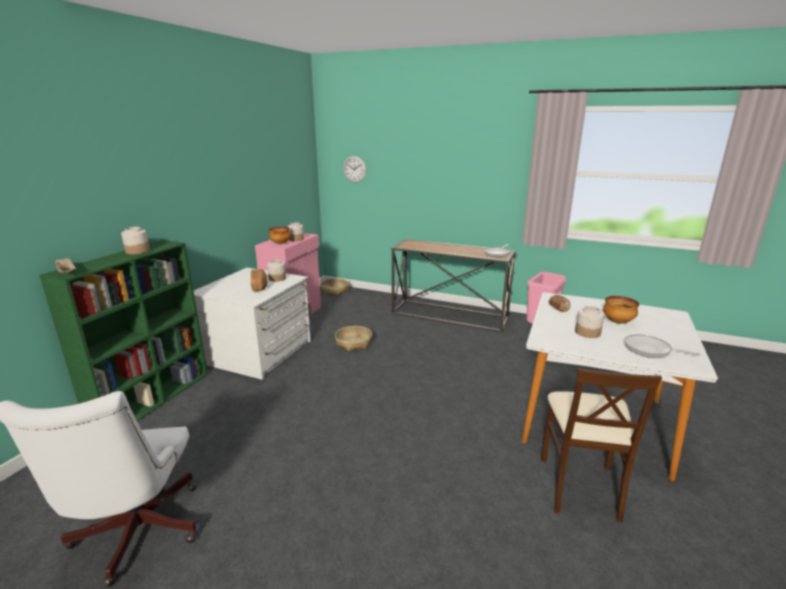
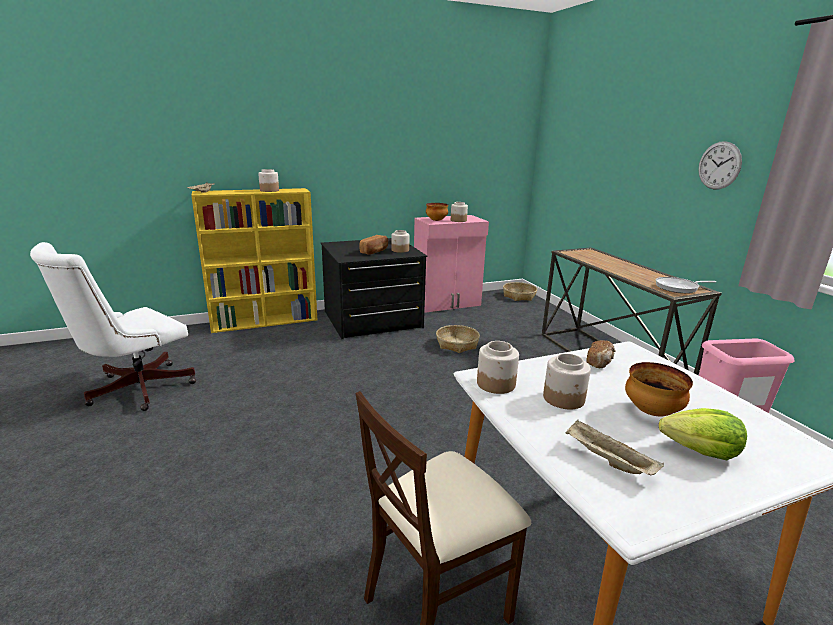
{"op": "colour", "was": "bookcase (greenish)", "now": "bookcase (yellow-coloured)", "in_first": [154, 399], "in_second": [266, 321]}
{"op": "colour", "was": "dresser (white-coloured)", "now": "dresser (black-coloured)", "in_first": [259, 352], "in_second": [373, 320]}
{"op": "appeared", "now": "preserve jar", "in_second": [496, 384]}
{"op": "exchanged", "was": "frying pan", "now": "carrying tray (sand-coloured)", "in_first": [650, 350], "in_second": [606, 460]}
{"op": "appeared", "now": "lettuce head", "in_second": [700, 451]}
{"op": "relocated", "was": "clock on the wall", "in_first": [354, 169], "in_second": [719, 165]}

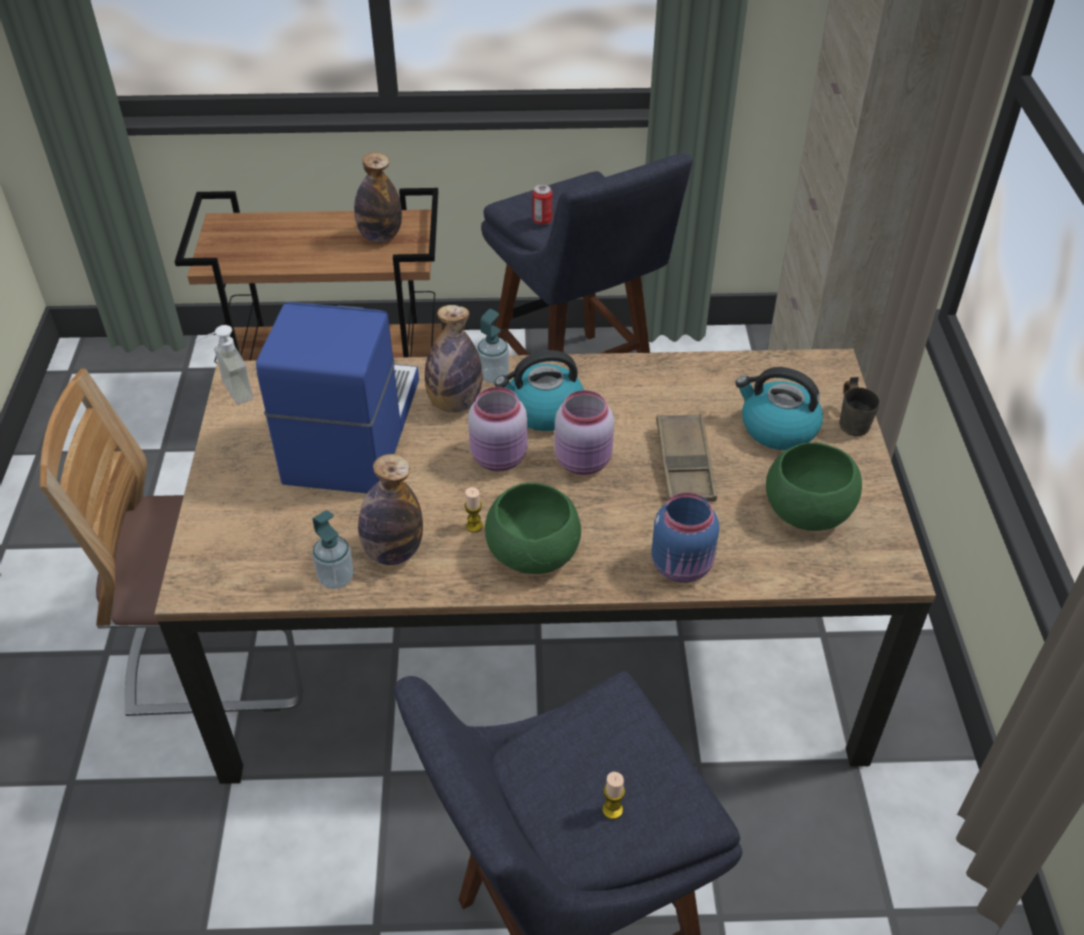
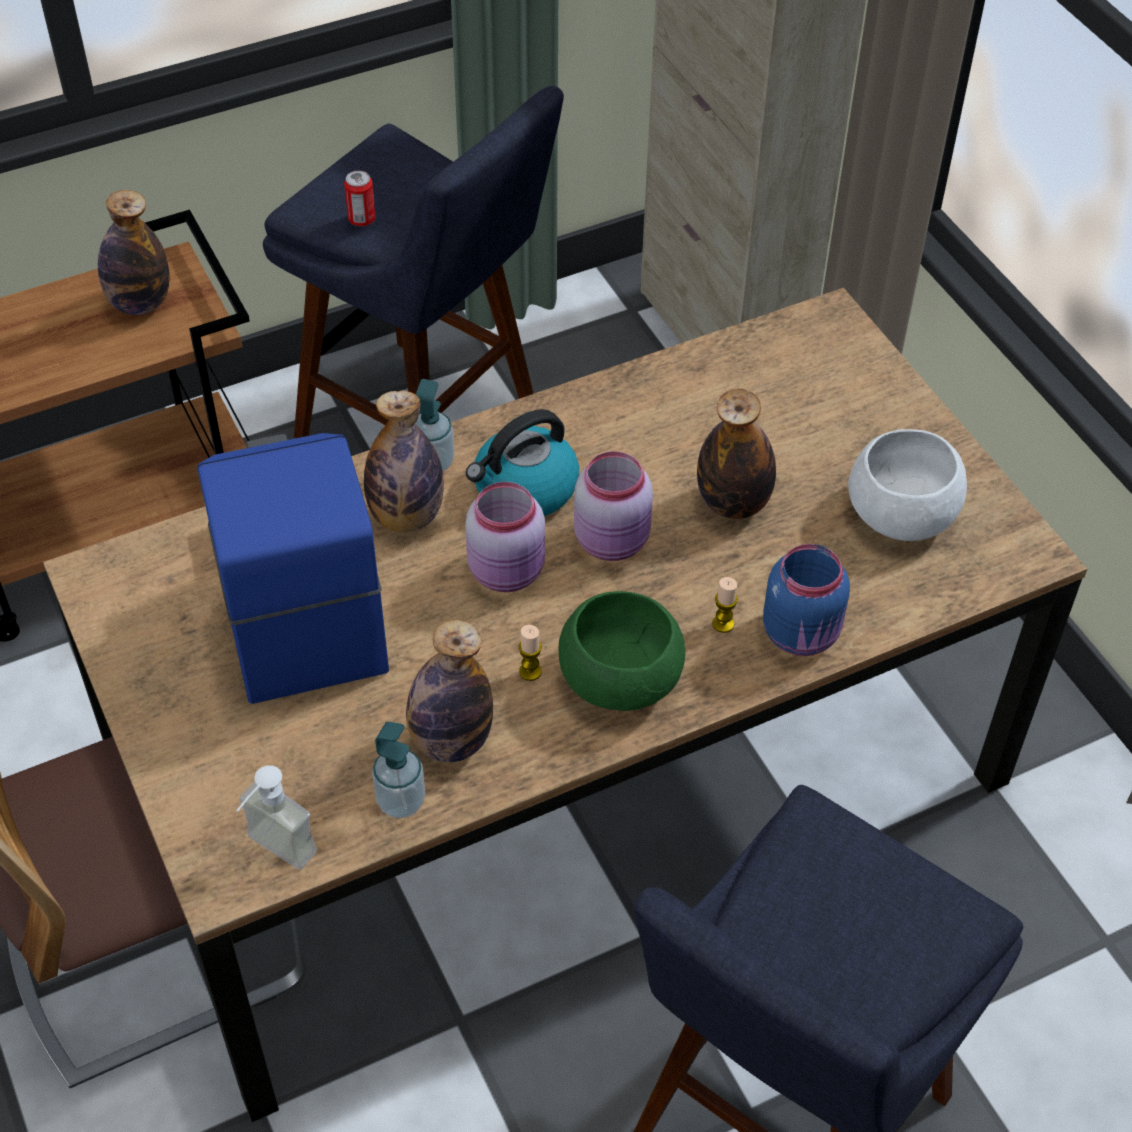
{"op": "relocated", "was": "soap dispenser", "in_first": [229, 393], "in_second": [272, 854]}
{"op": "exchanged", "was": "carrying tray (brownish)", "now": "drink bottle", "in_first": [684, 464], "in_second": [733, 503]}
{"op": "relocated", "was": "wax light", "in_first": [612, 810], "in_second": [723, 624]}
{"op": "colour", "was": "deep dish (greenish)", "now": "deep dish (white-coloured)", "in_first": [807, 508], "in_second": [900, 512]}
{"op": "missing", "was": "kettle", "in_first": [777, 428]}
{"op": "missing", "was": "coffee mug (grey)", "in_first": [855, 422]}

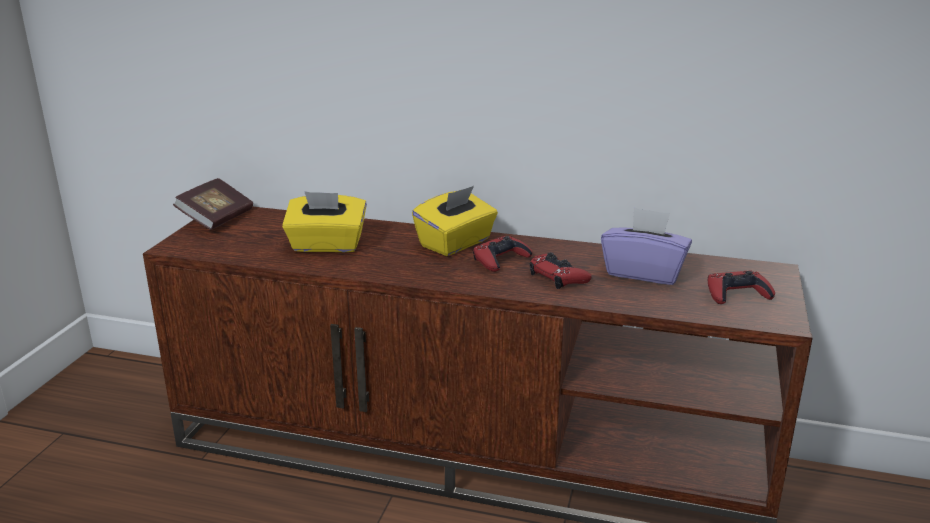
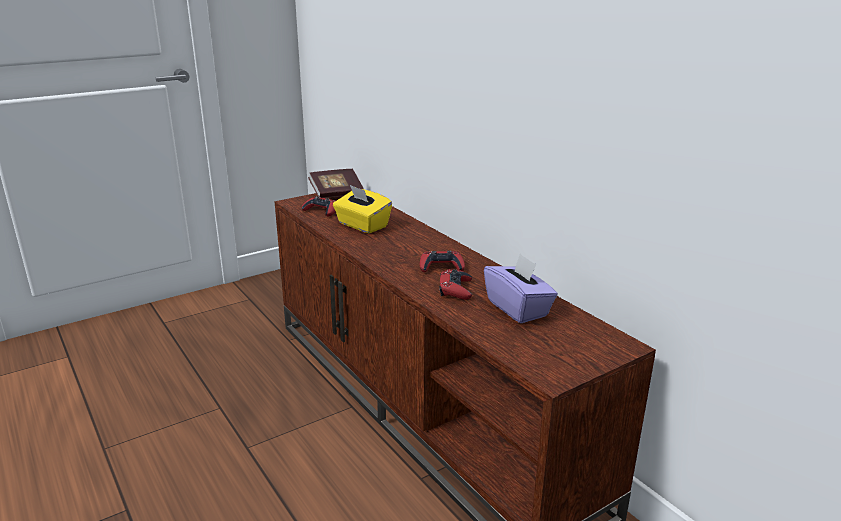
{"op": "relocated", "was": "joypad (red)", "in_first": [737, 294], "in_second": [322, 210]}
{"op": "missing", "was": "tissue holder (yellow-coloured)", "in_first": [456, 243]}

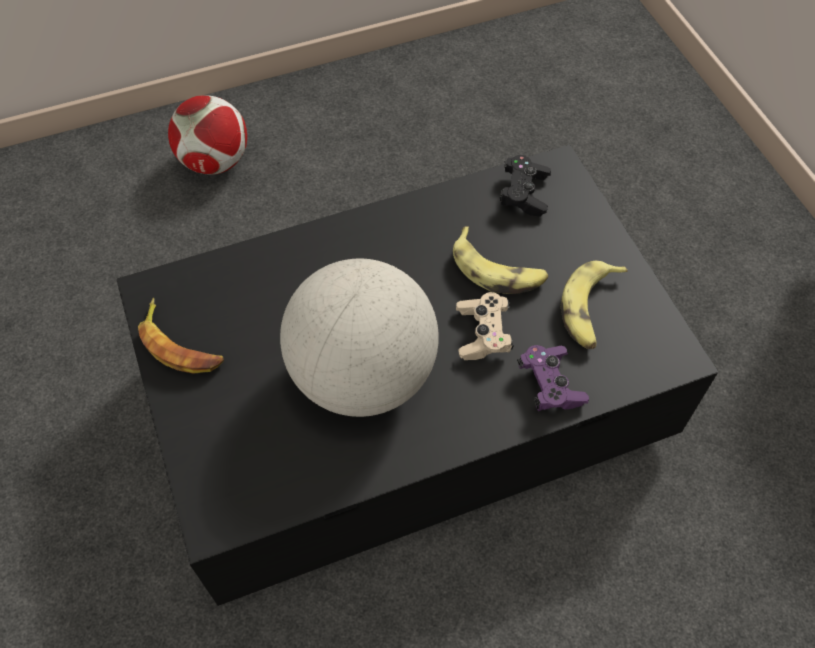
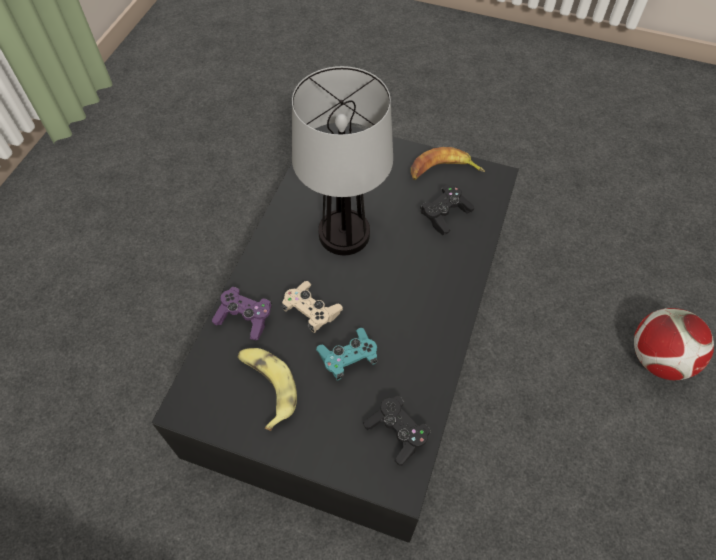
{"op": "exchanged", "was": "globe", "now": "tabletop lamp", "in_first": [363, 375], "in_second": [345, 235]}
{"op": "exchanged", "was": "whole banana", "now": "joypad (turquoise)", "in_first": [498, 270], "in_second": [348, 358]}
{"op": "appeared", "now": "joypad (black-coloured)", "in_second": [445, 215]}

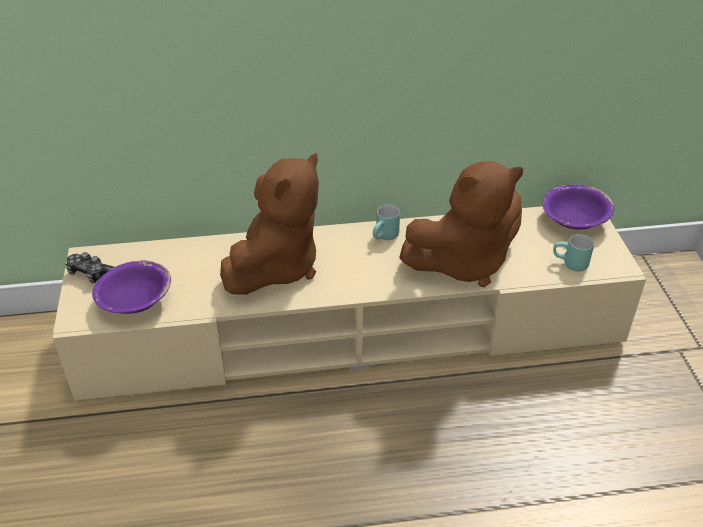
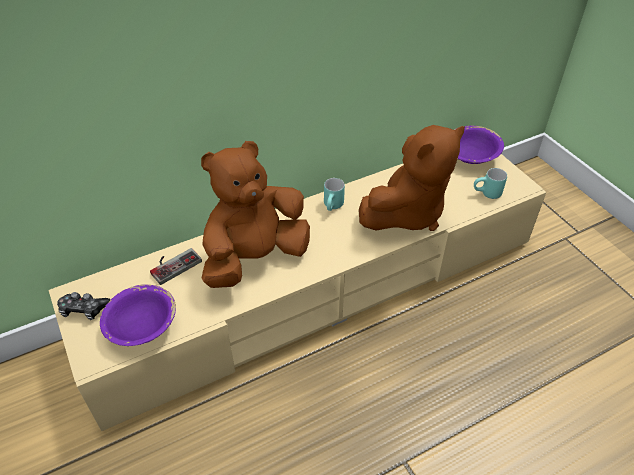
{"op": "appeared", "now": "joypad", "in_second": [173, 264]}
{"op": "spun", "was": "cuddly toy (brownish)", "in_first": [276, 267], "in_second": [255, 258], "clockwise": -135}

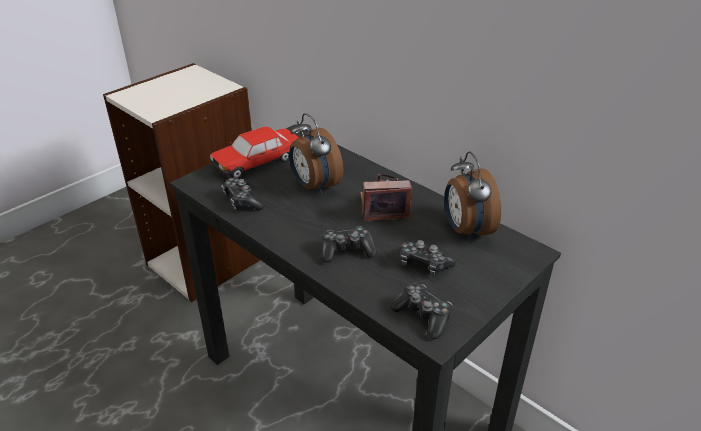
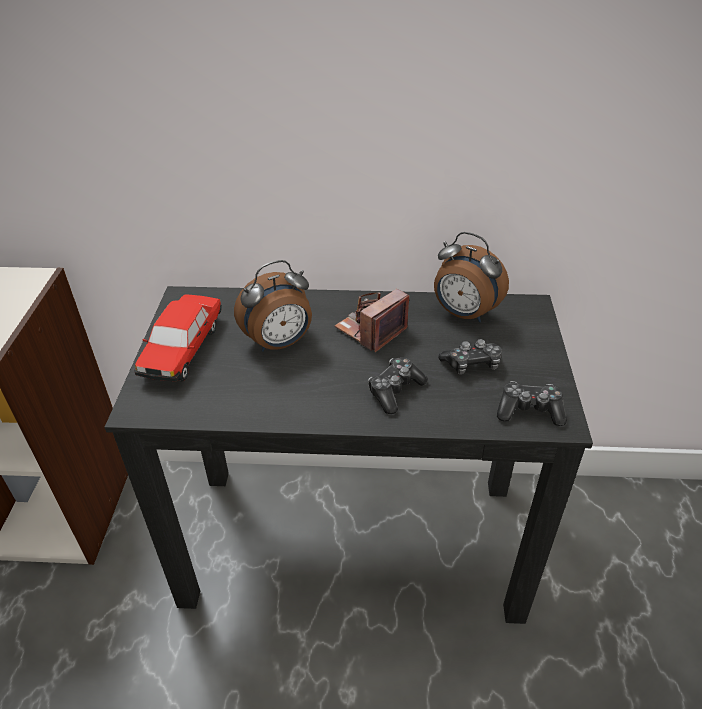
{"op": "spun", "was": "alarm clock", "in_first": [314, 186], "in_second": [279, 343], "clockwise": -45}
{"op": "missing", "was": "joypad", "in_first": [242, 201]}

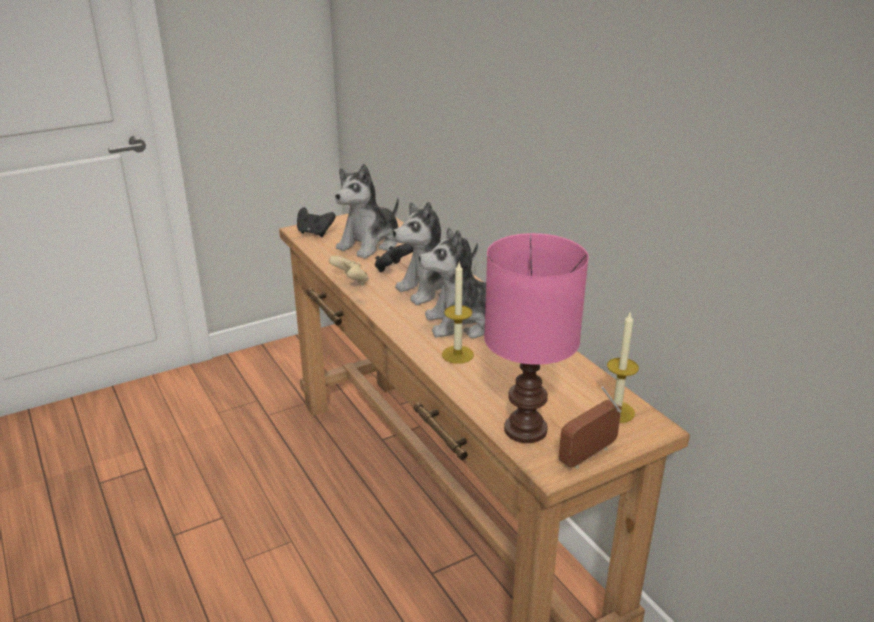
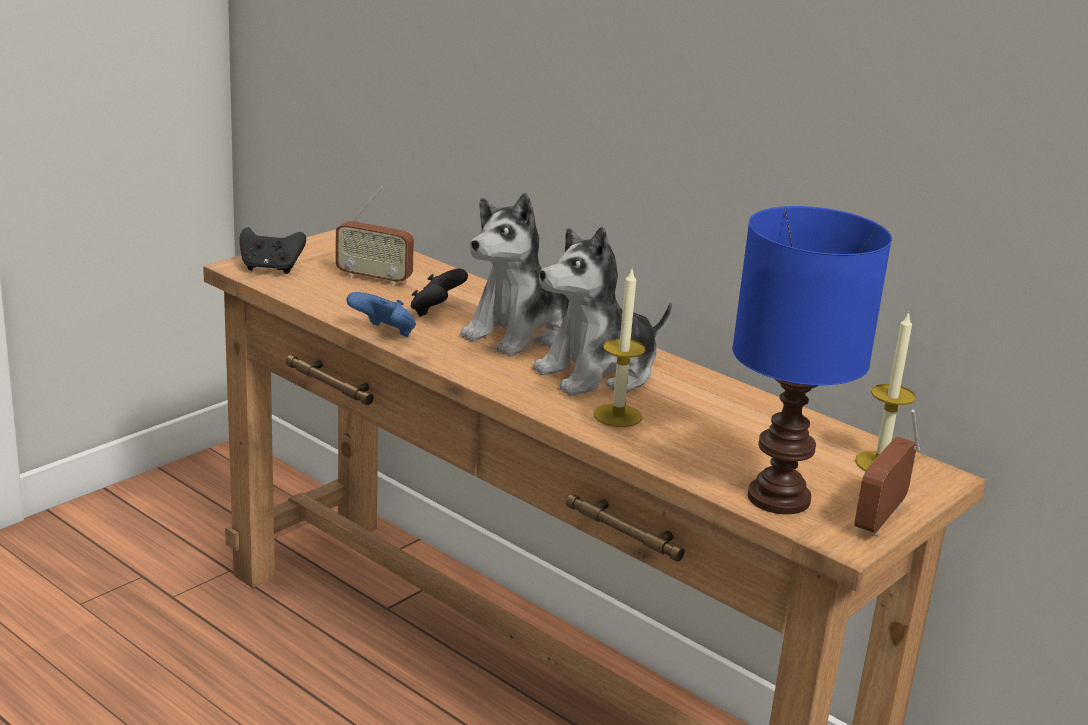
{"op": "exchanged", "was": "cuddly toy", "now": "radio", "in_first": [370, 244], "in_second": [374, 279]}
{"op": "colour", "was": "joypad (sand-coloured)", "now": "joypad (blue-coloured)", "in_first": [351, 282], "in_second": [384, 334]}
{"op": "colour", "was": "tabletop lamp (pink)", "now": "tabletop lamp (blue-coloured)", "in_first": [527, 430], "in_second": [781, 498]}

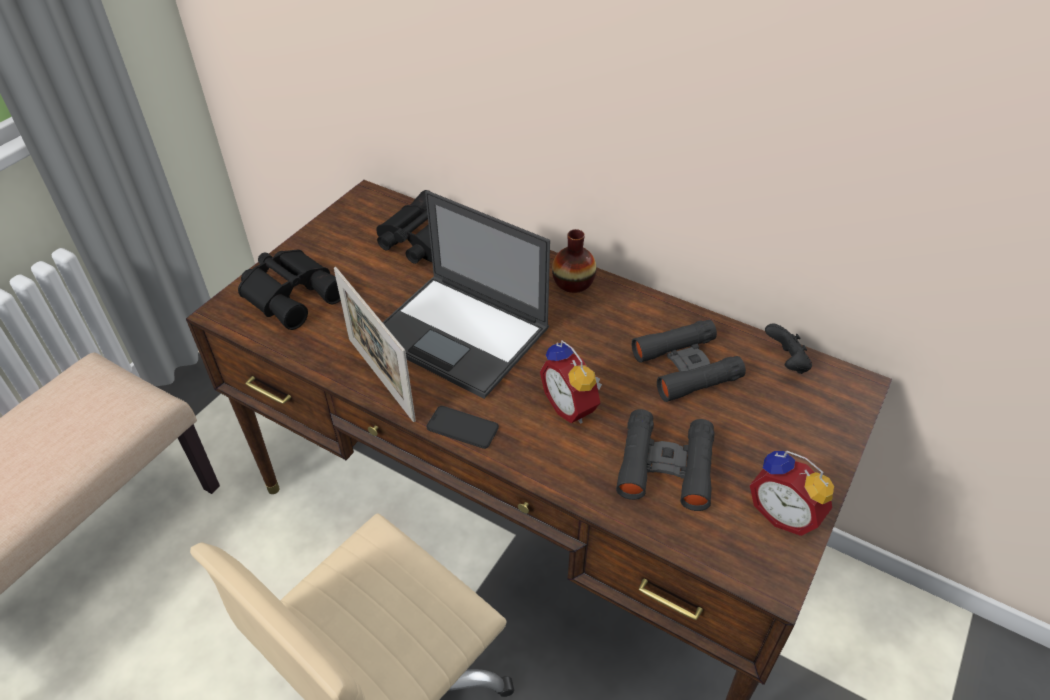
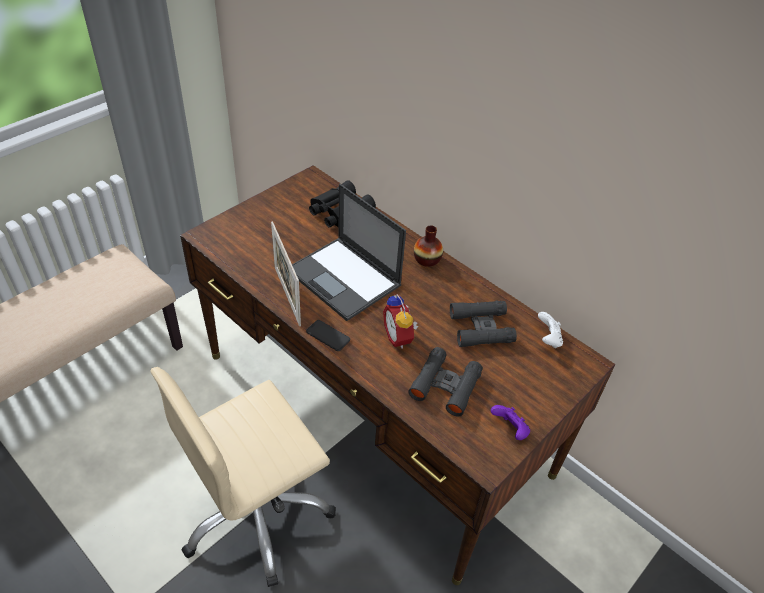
{"op": "exchanged", "was": "alarm clock", "now": "joypad (purple-coloured)", "in_first": [784, 513], "in_second": [510, 429]}
{"op": "colour", "was": "joypad (black-coloured)", "now": "joypad (white-coloured)", "in_first": [786, 362], "in_second": [548, 339]}
{"op": "missing", "was": "binoculars (black-coloured)", "in_first": [293, 293]}

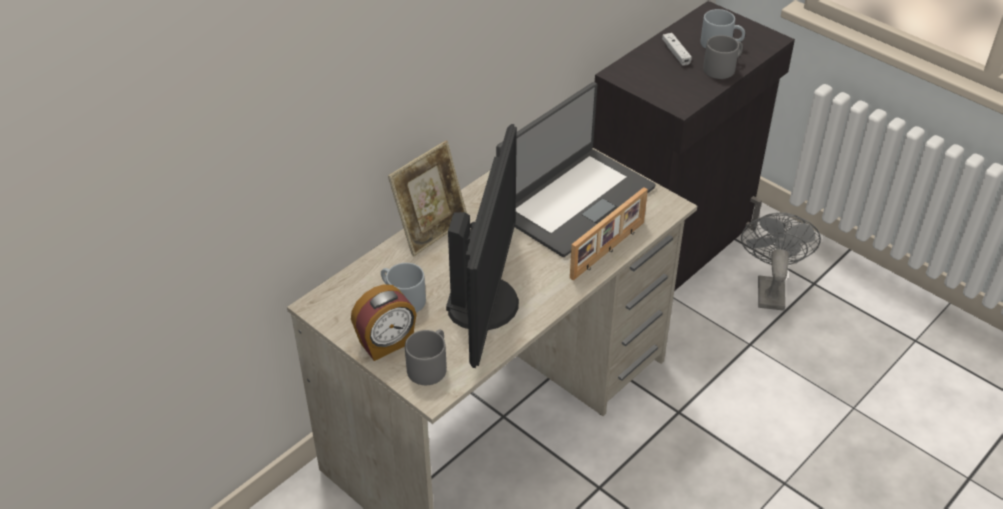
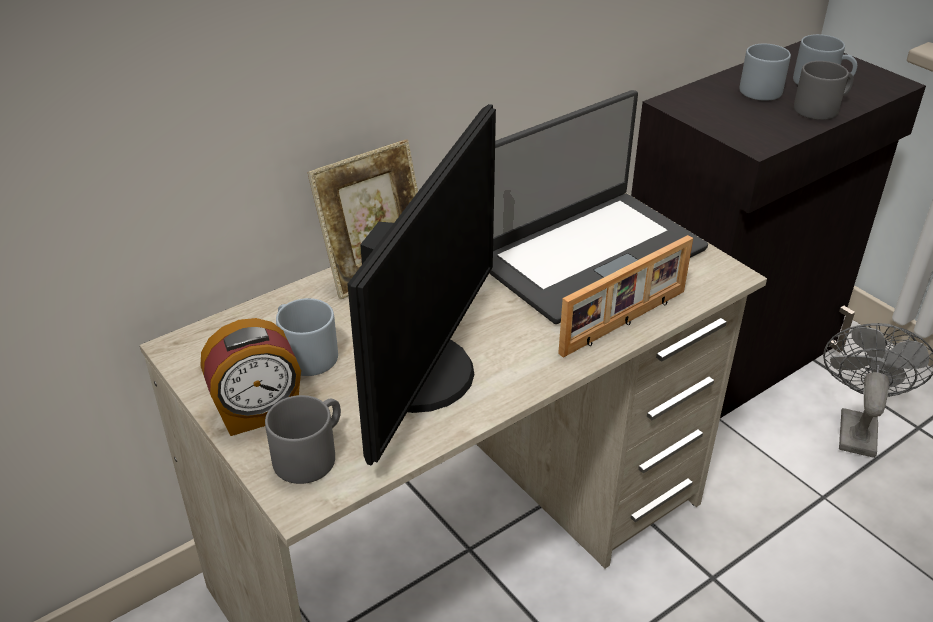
{"op": "exchanged", "was": "joypad (white-coloured)", "now": "coffee mug (grey)", "in_first": [676, 53], "in_second": [757, 87]}

